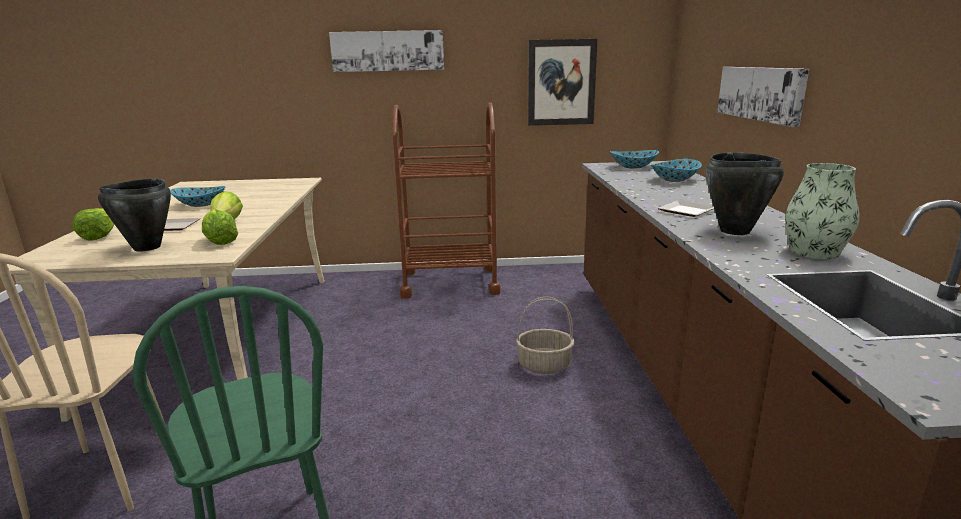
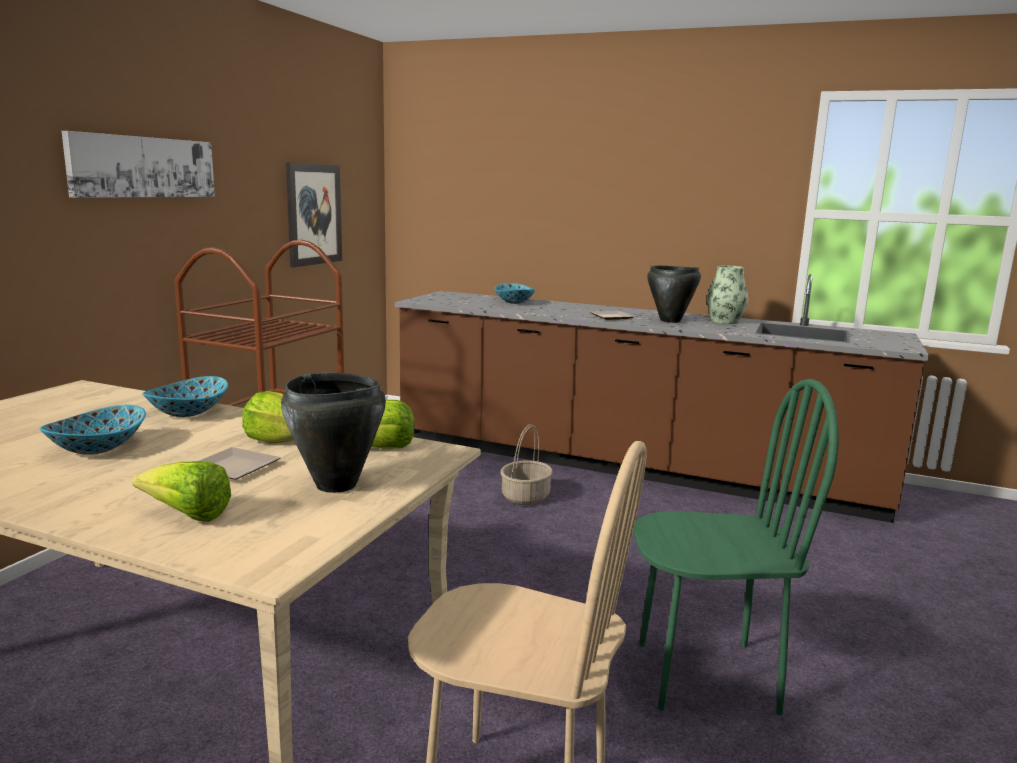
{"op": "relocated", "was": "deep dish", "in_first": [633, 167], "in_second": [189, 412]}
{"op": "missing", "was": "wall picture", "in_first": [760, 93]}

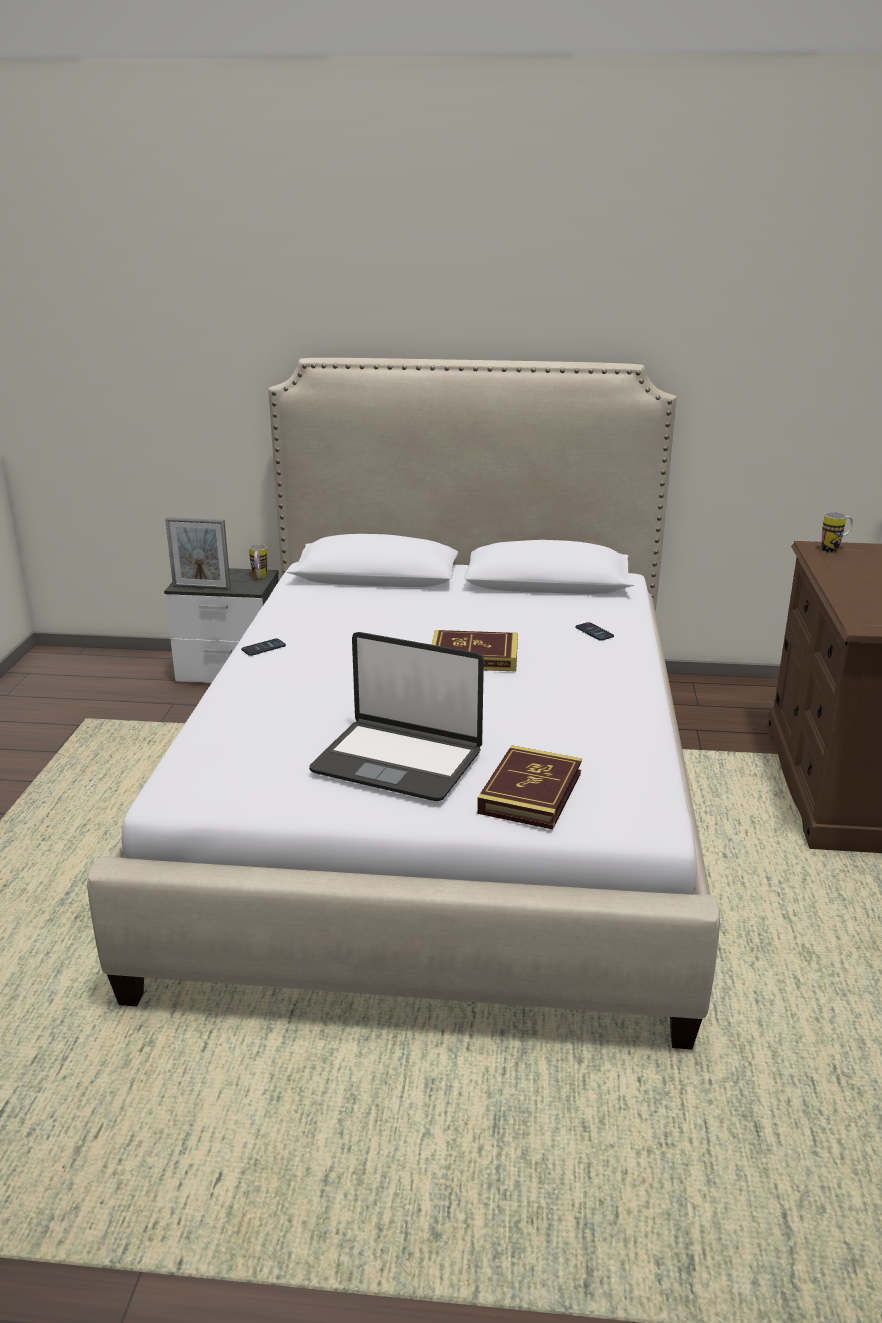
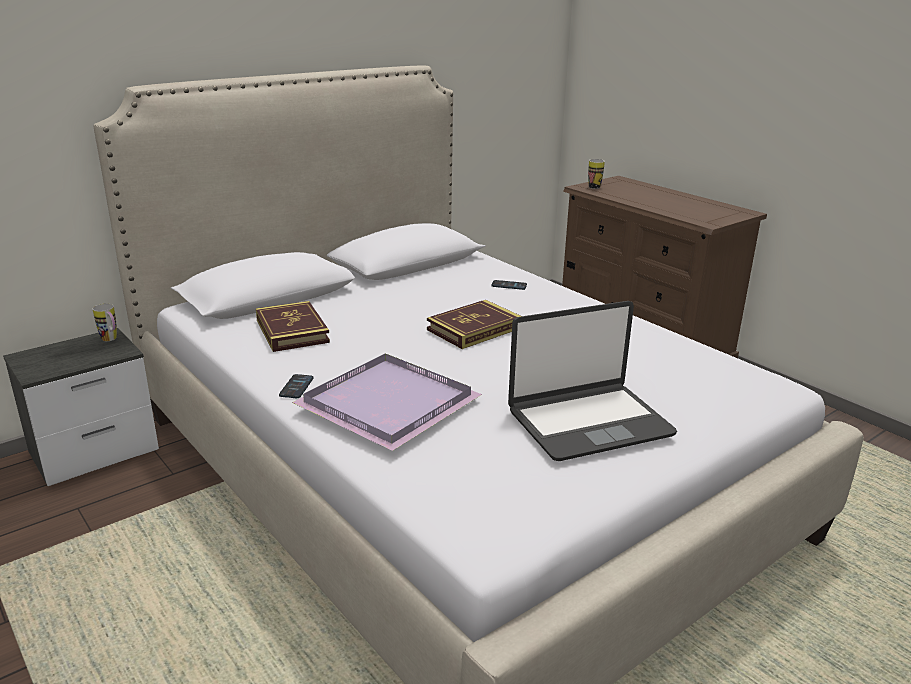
{"op": "relocated", "was": "book", "in_first": [530, 793], "in_second": [292, 331]}
{"op": "appeared", "now": "carrying tray (purple-coloured)", "in_second": [384, 404]}
{"op": "missing", "was": "picture frame", "in_first": [201, 587]}

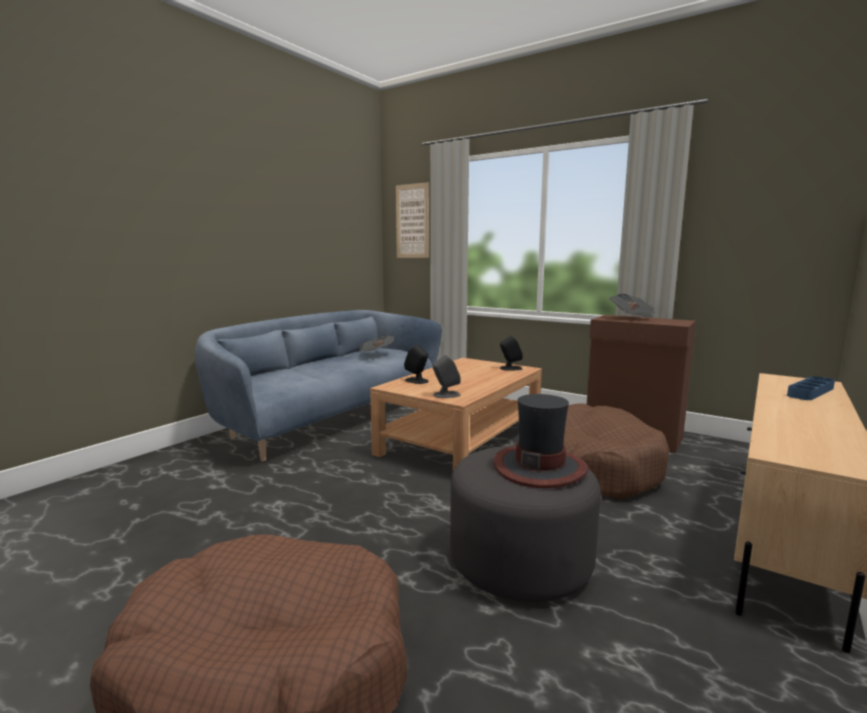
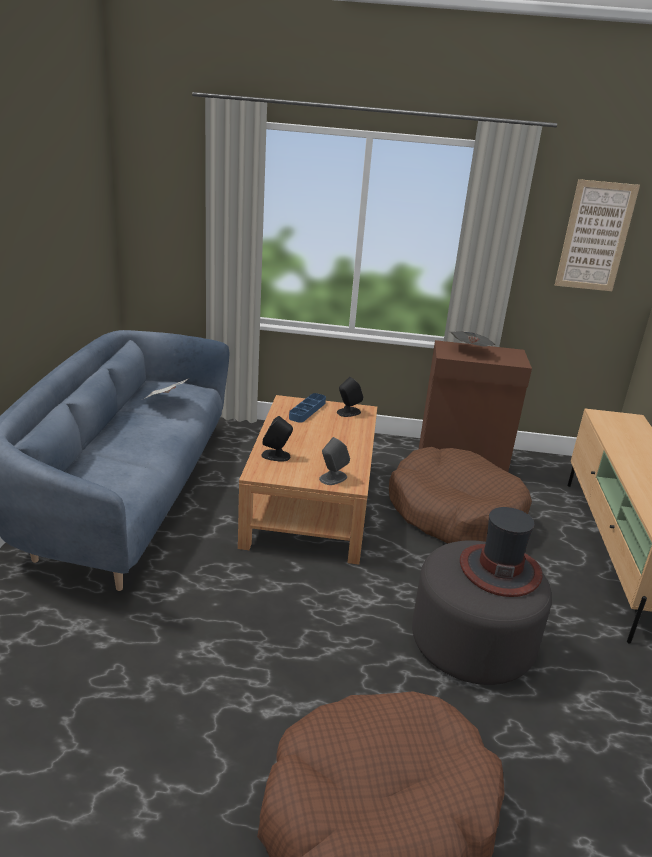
{"op": "relocated", "was": "carrying tray (blue-coloured)", "in_first": [810, 392], "in_second": [307, 410]}
{"op": "relocated", "was": "wall picture", "in_first": [412, 221], "in_second": [595, 236]}

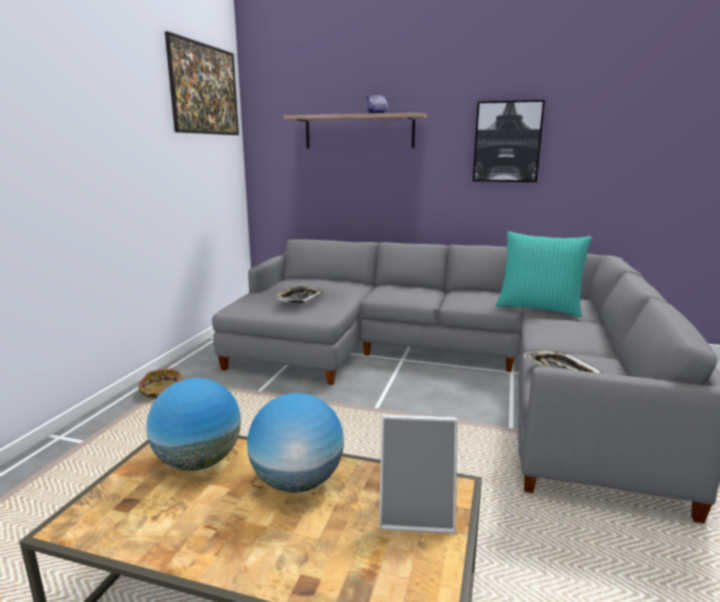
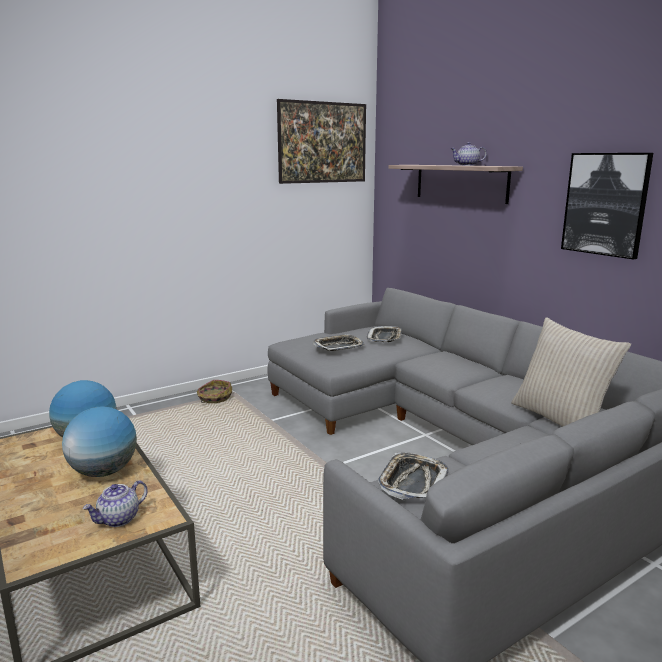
{"op": "exchanged", "was": "picture frame", "now": "teapot", "in_first": [417, 513], "in_second": [119, 519]}
{"op": "appeared", "now": "carrying tray", "in_second": [385, 337]}
{"op": "colour", "was": "throw pillow (turquoise)", "now": "throw pillow (sand-coloured)", "in_first": [538, 308], "in_second": [560, 419]}

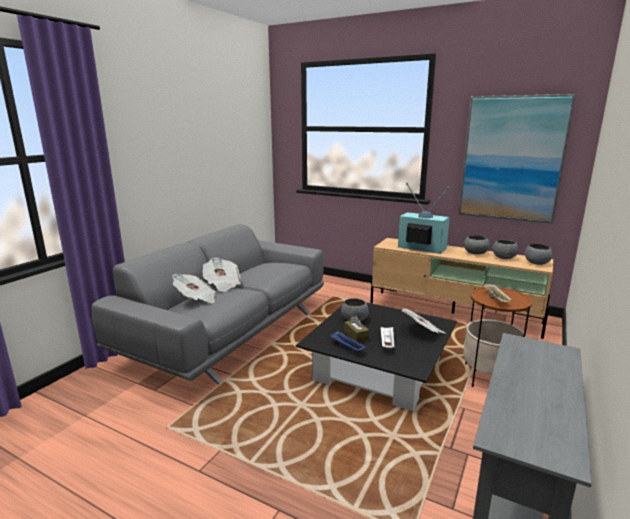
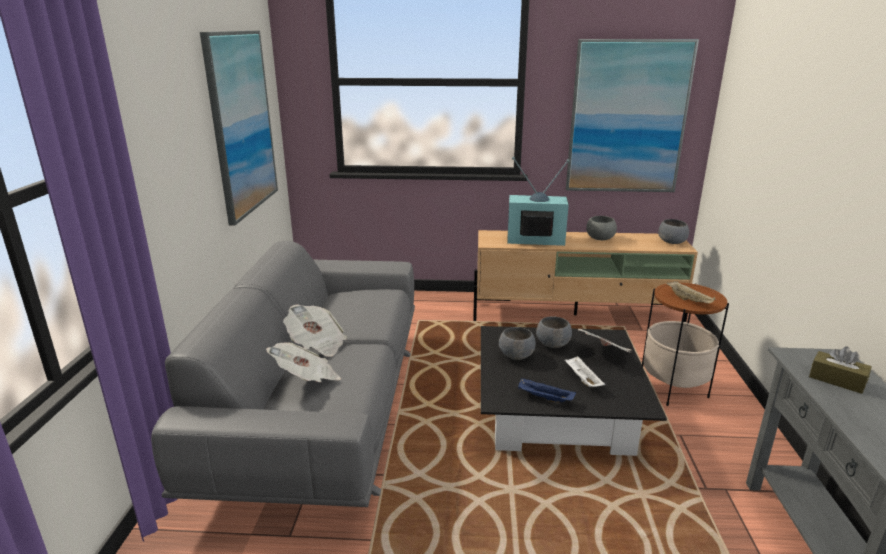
{"op": "appeared", "now": "wall picture", "in_second": [241, 123]}
{"op": "relocated", "was": "deep dish (grey)", "in_first": [504, 258], "in_second": [553, 344]}
{"op": "relocated", "was": "tissue holder (brownish)", "in_first": [356, 336], "in_second": [837, 380]}

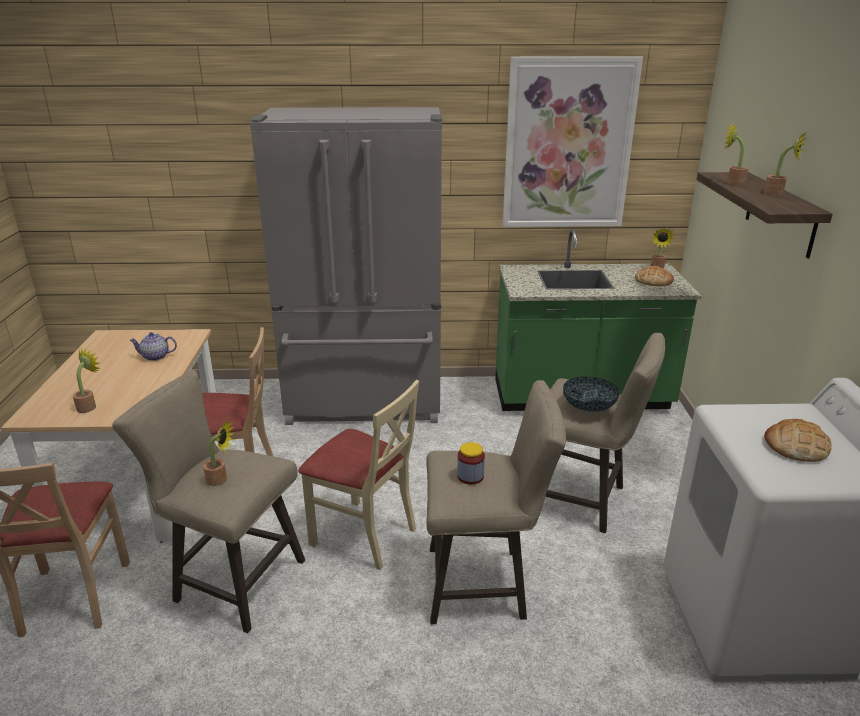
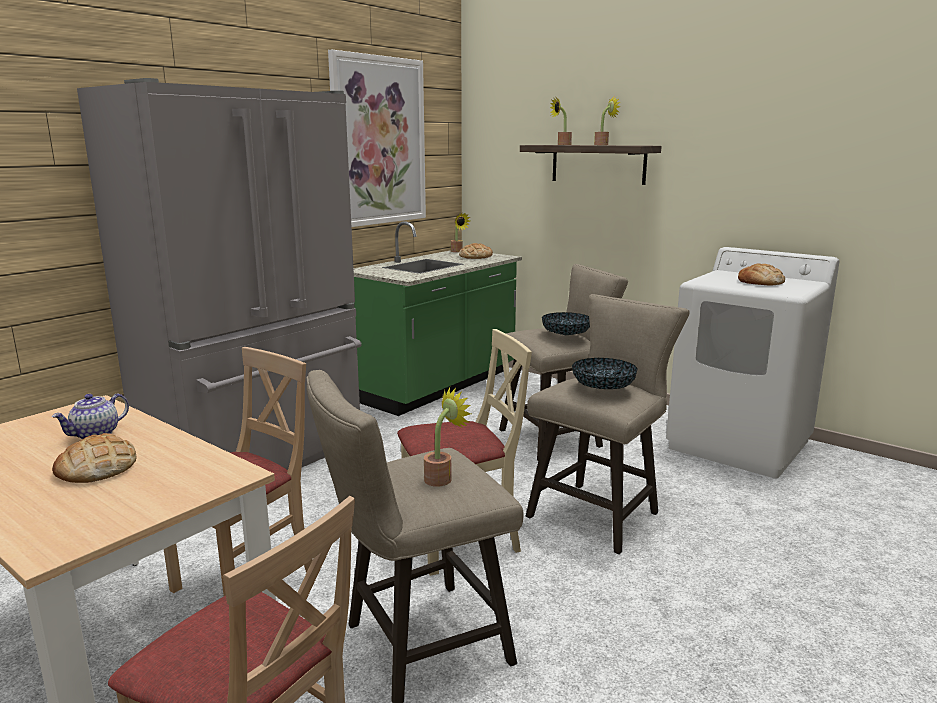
{"op": "appeared", "now": "bread", "in_second": [96, 467]}
{"op": "exchanged", "was": "preserve jar", "now": "deep dish", "in_first": [470, 476], "in_second": [603, 388]}
{"op": "missing", "was": "potted plant", "in_first": [89, 406]}

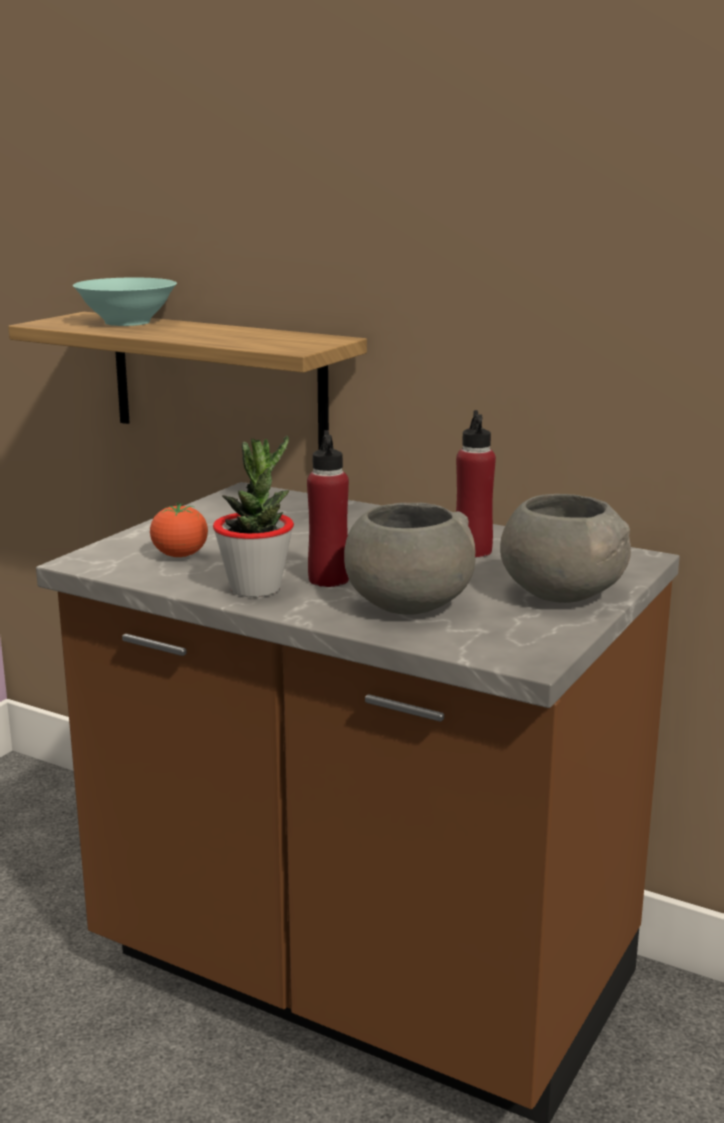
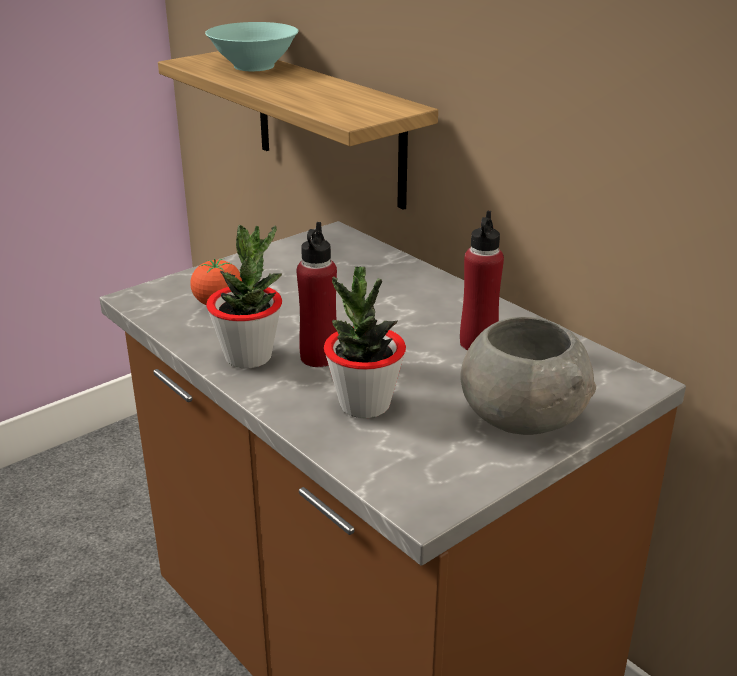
{"op": "exchanged", "was": "deep dish (grey)", "now": "potted plant", "in_first": [407, 605], "in_second": [364, 405]}

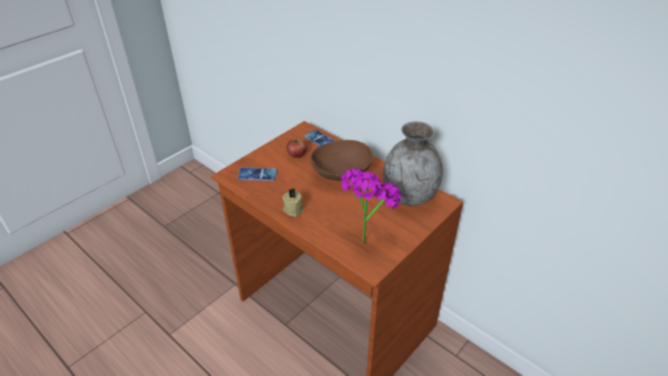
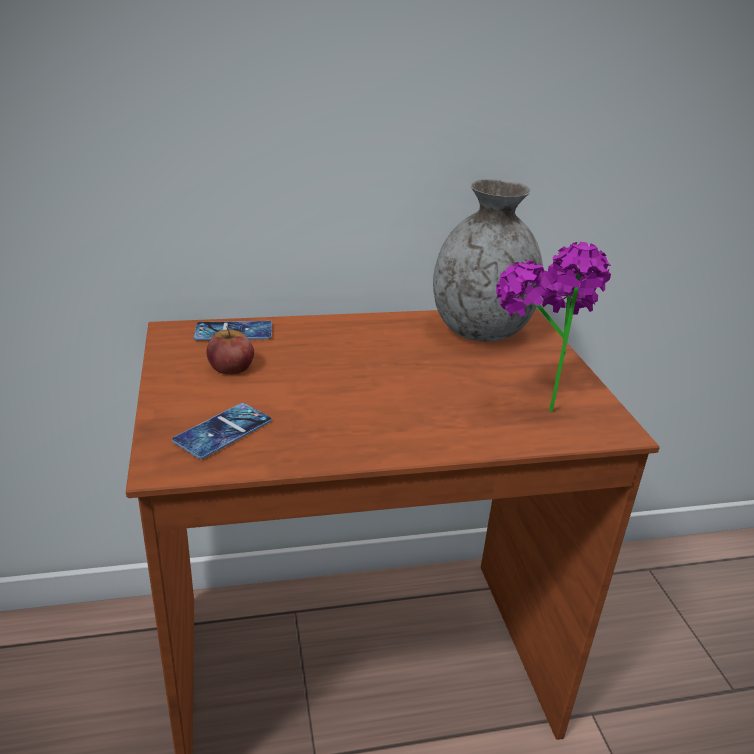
{"op": "missing", "was": "wax light (sand-coloured)", "in_first": [293, 209]}
{"op": "missing", "was": "deep dish (brownish)", "in_first": [341, 174]}

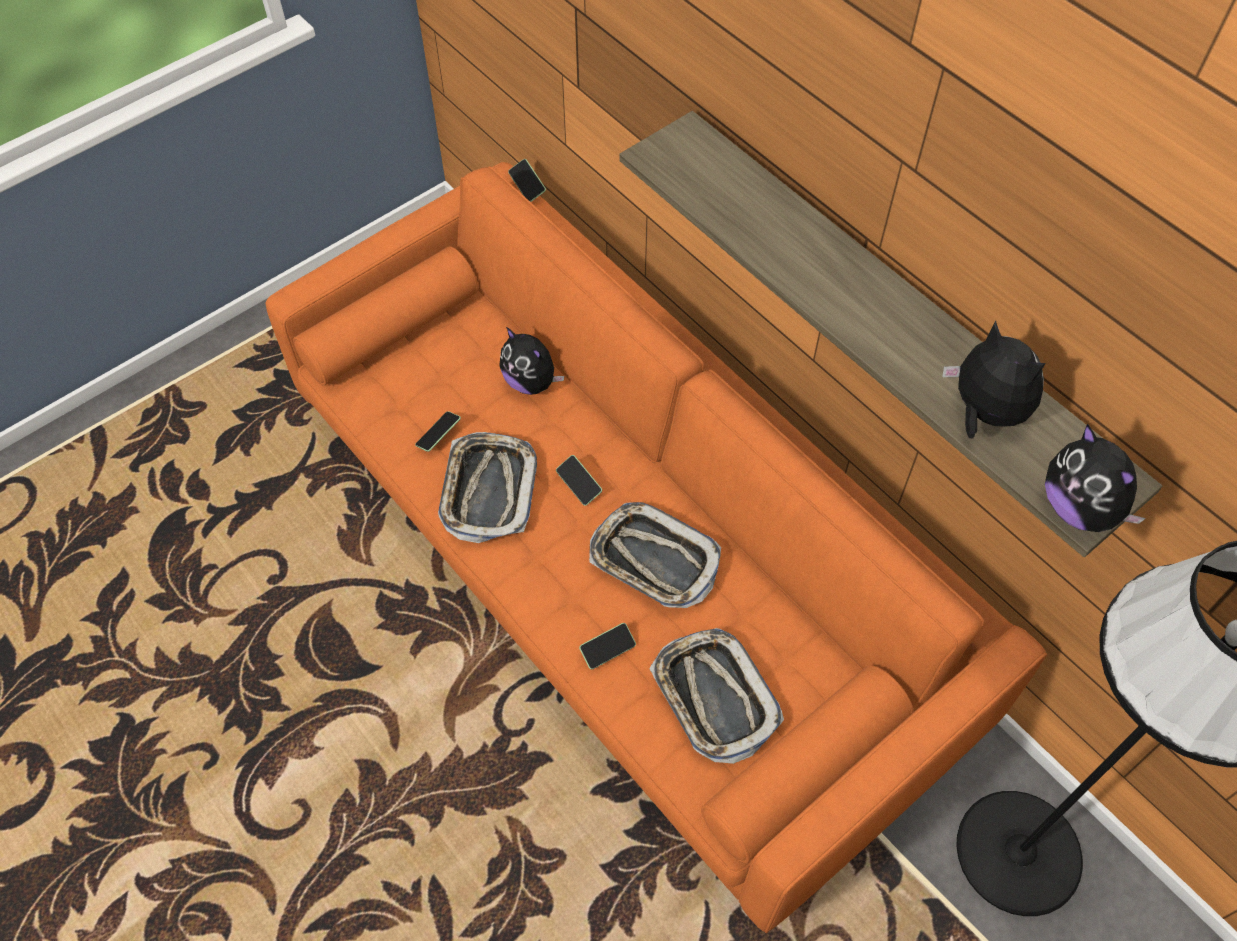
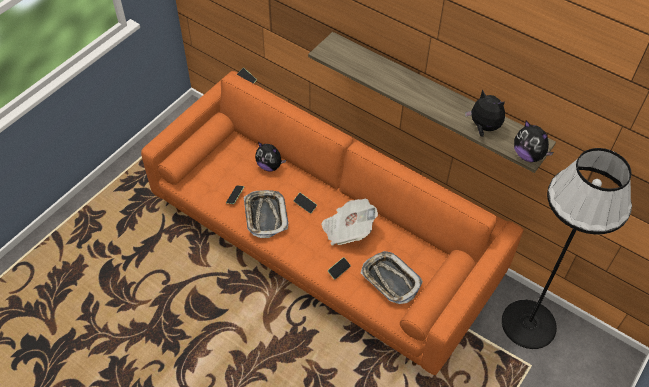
{"op": "exchanged", "was": "carrying tray", "now": "printed paper", "in_first": [653, 560], "in_second": [347, 230]}

